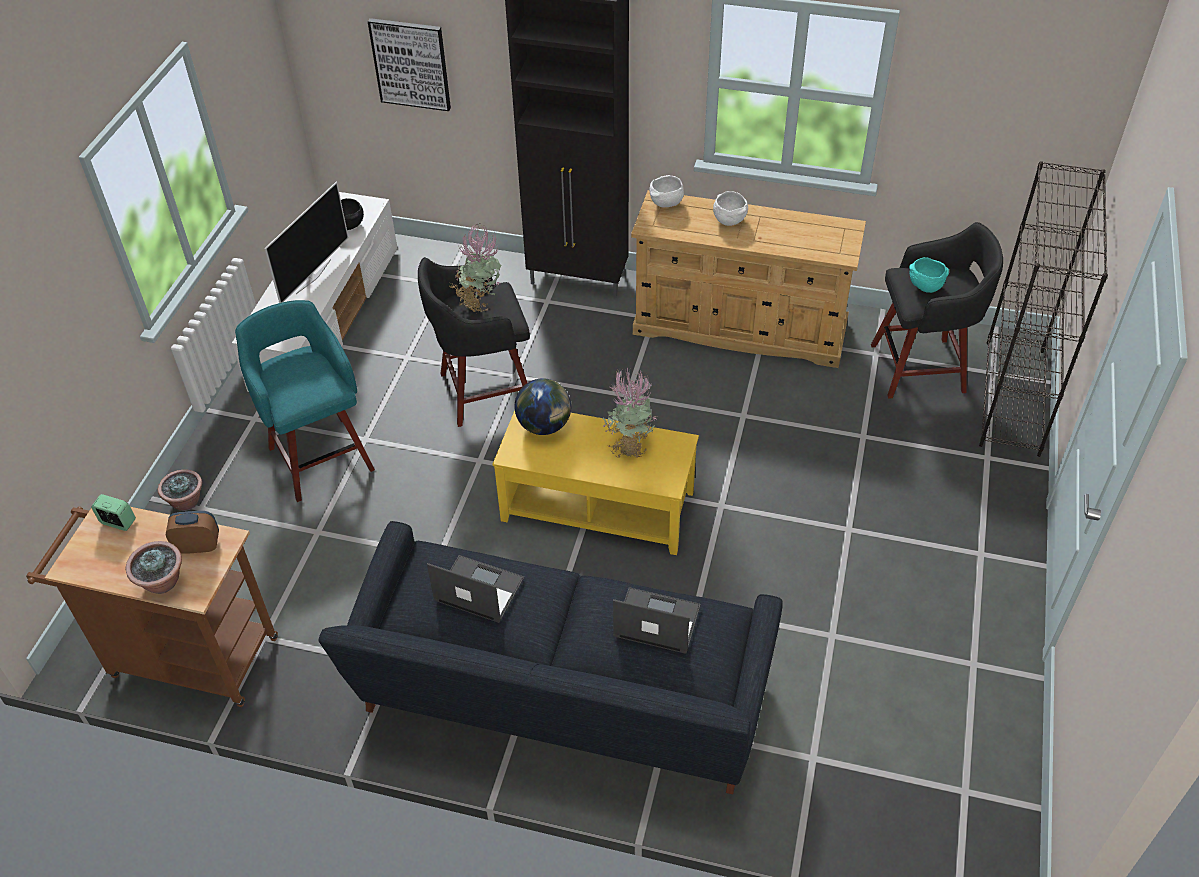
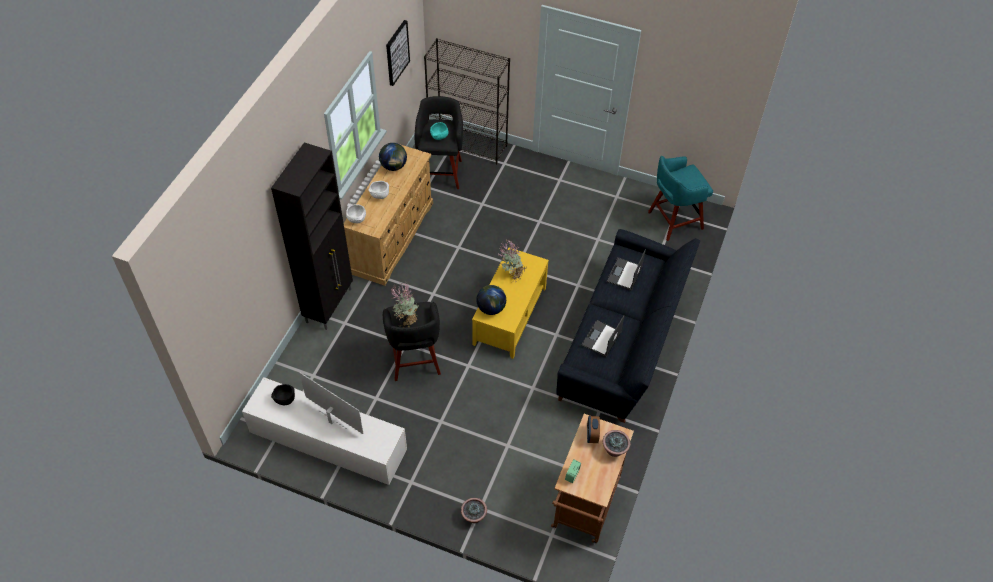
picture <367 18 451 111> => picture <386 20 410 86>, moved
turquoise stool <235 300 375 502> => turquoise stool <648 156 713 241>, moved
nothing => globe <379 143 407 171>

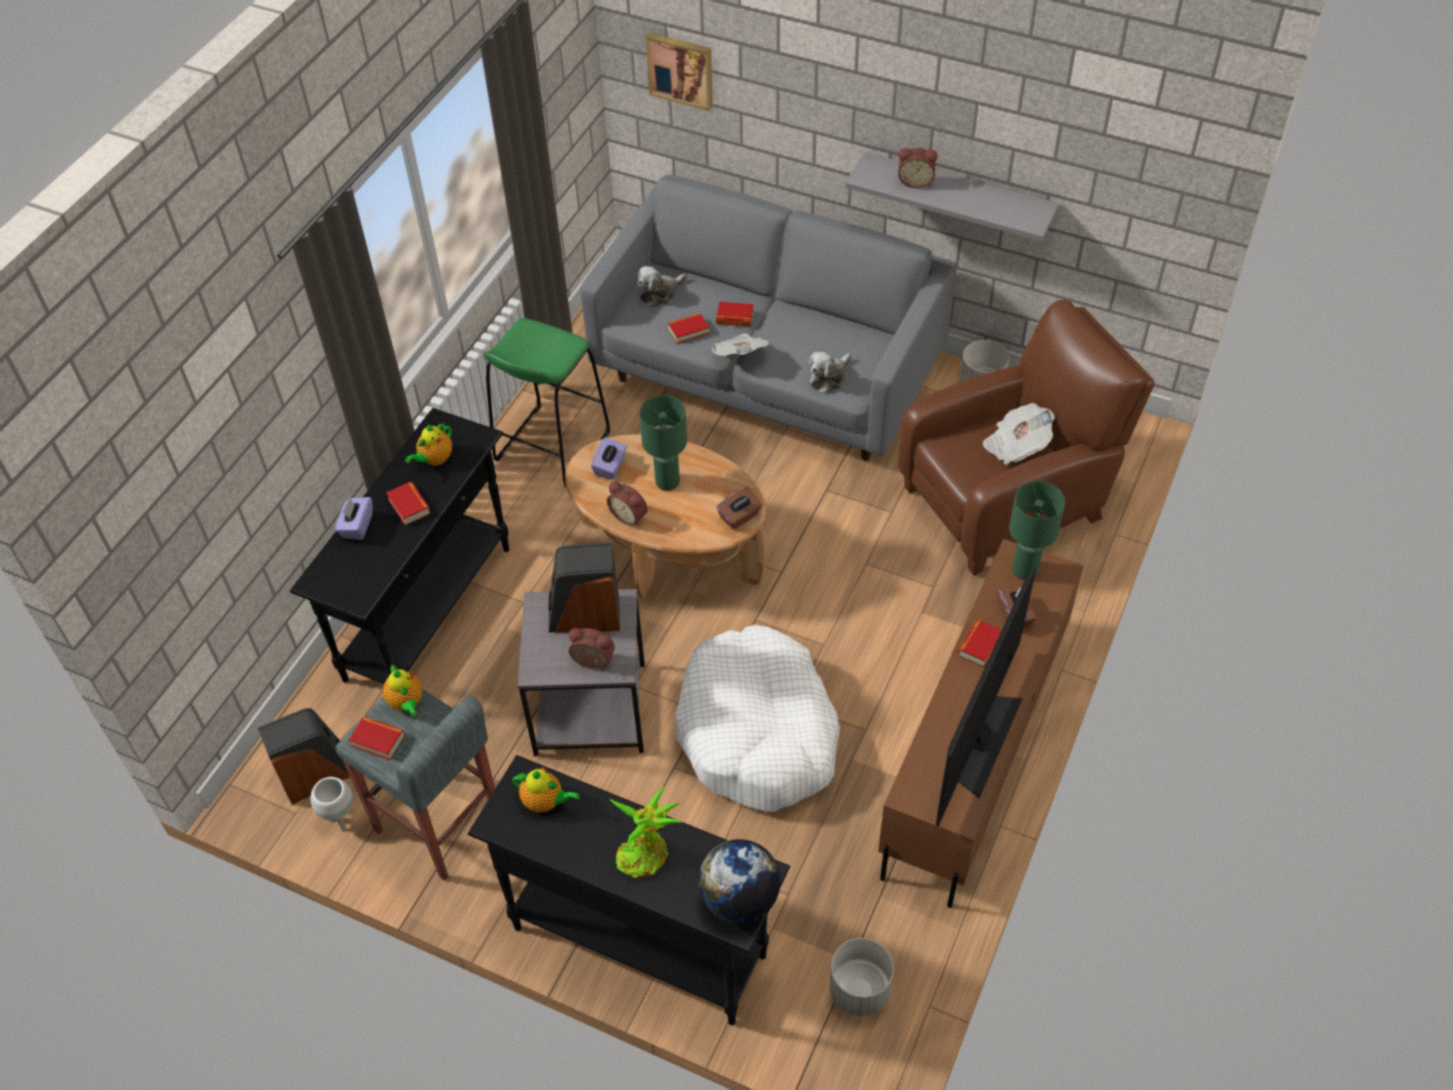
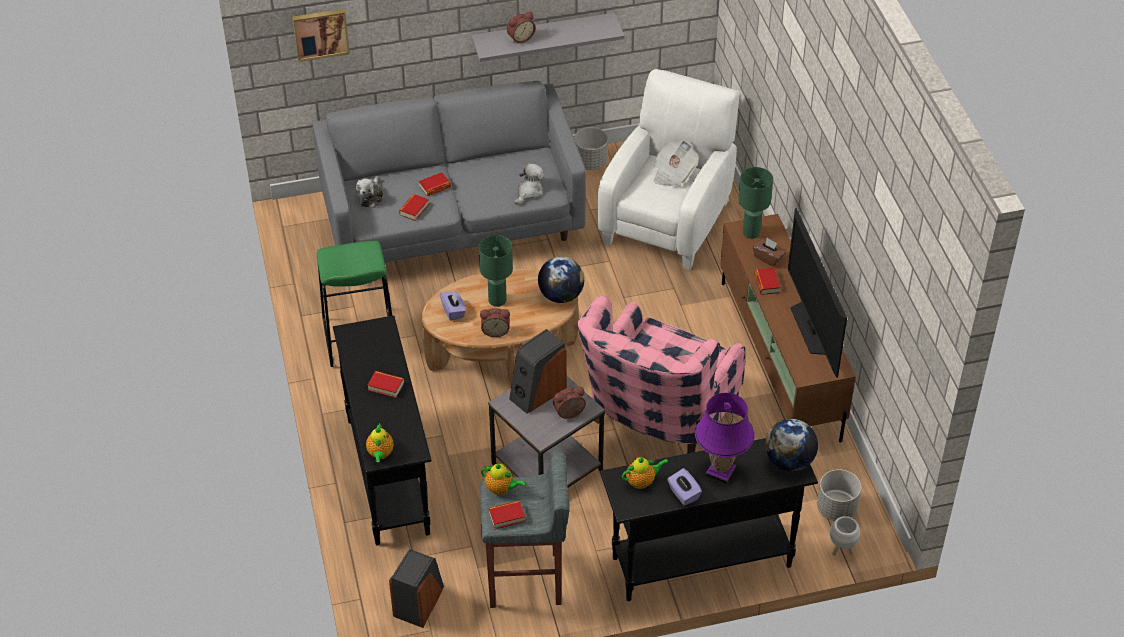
brown armchair <898 300 1155 575> => white armchair <598 69 740 270>
newspaper <712 333 769 356> => nothing
plush toy <809 352 852 394> => plush toy <515 163 544 205>, 150 degrees counterclockwise
teapot <405 423 452 466> => teapot <366 423 394 462>, moved
brown tissue box <717 487 762 530> => globe <538 257 584 303>
purple tissue box <335 497 373 540> => purple tissue box <667 468 702 506>, moved
white dog bed <675 625 840 812> => pink armchair <578 296 745 454>
white planter <311 777 353 831> => white planter <830 516 860 556>, moved
potted plant <610 786 682 878> => purple table lamp <695 393 754 484>

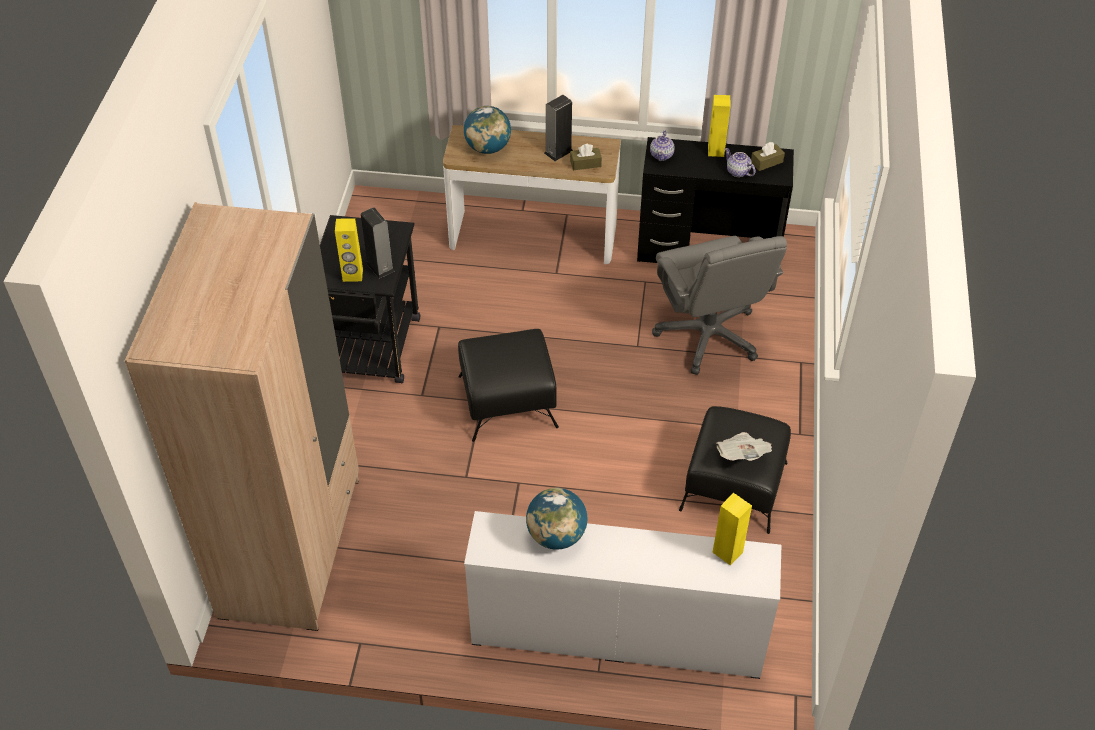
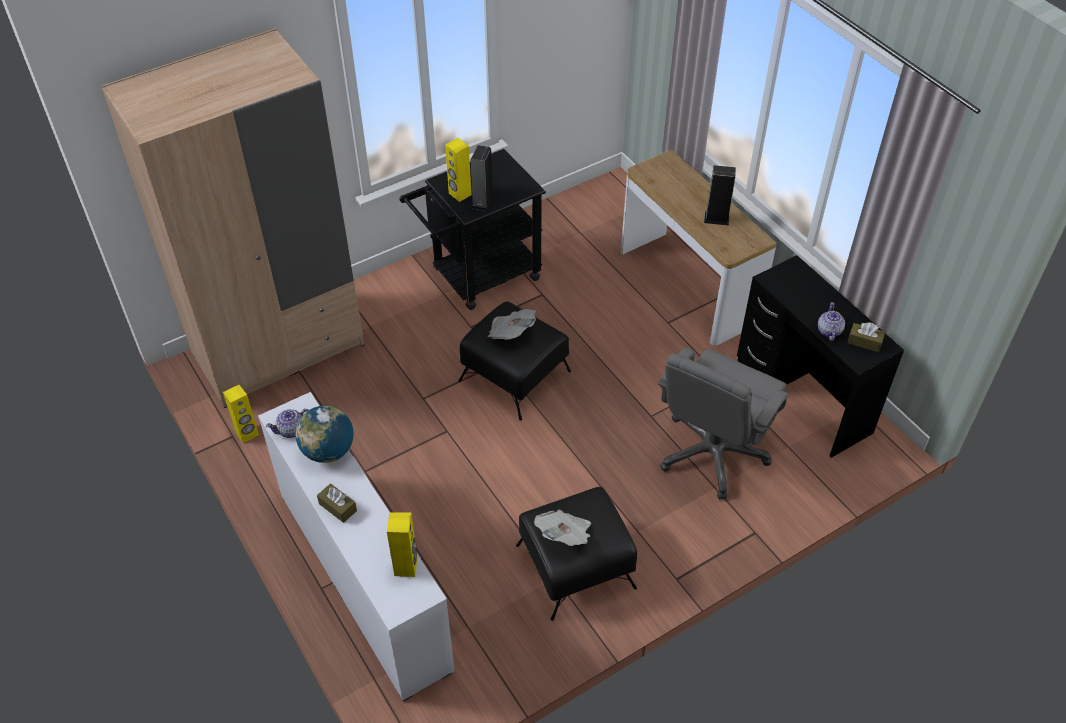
yellow speaker <708 95 730 157> => yellow speaker <223 385 259 443>, moved
globe <464 106 511 154> => nothing
teapot <650 131 674 161> => teapot <266 409 309 438>, moved
brown tissue box <570 144 602 170> => brown tissue box <317 484 357 523>, moved
nothing => newspaper <488 309 536 340>

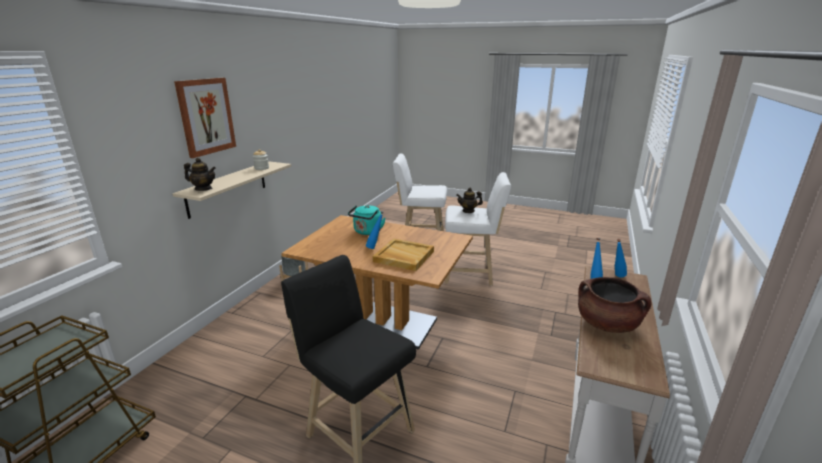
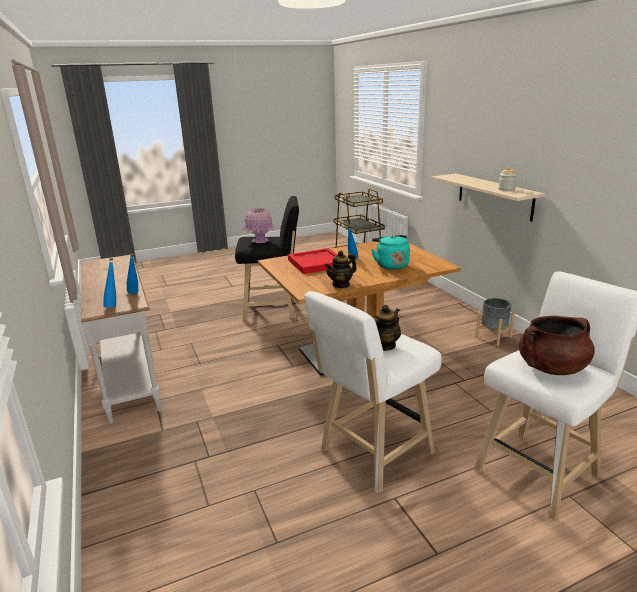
picture <174 78 236 158> => nothing
teapot <184 158 216 191> => teapot <325 251 357 288>, moved
beige tray <372 238 434 271> => red tray <288 248 338 274>
brown cooking pot <578 277 651 333> => brown cooking pot <519 316 595 375>, moved
nothing => pink vase <242 208 276 243>

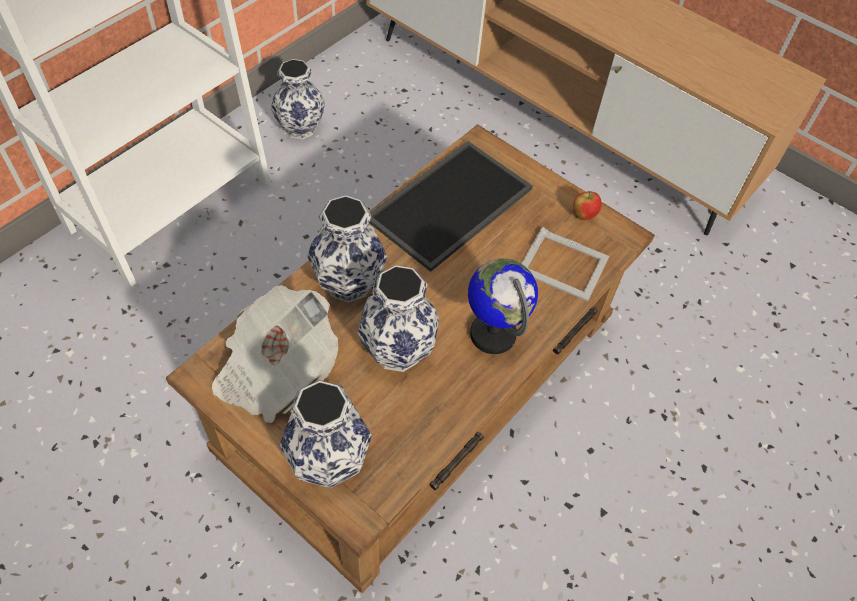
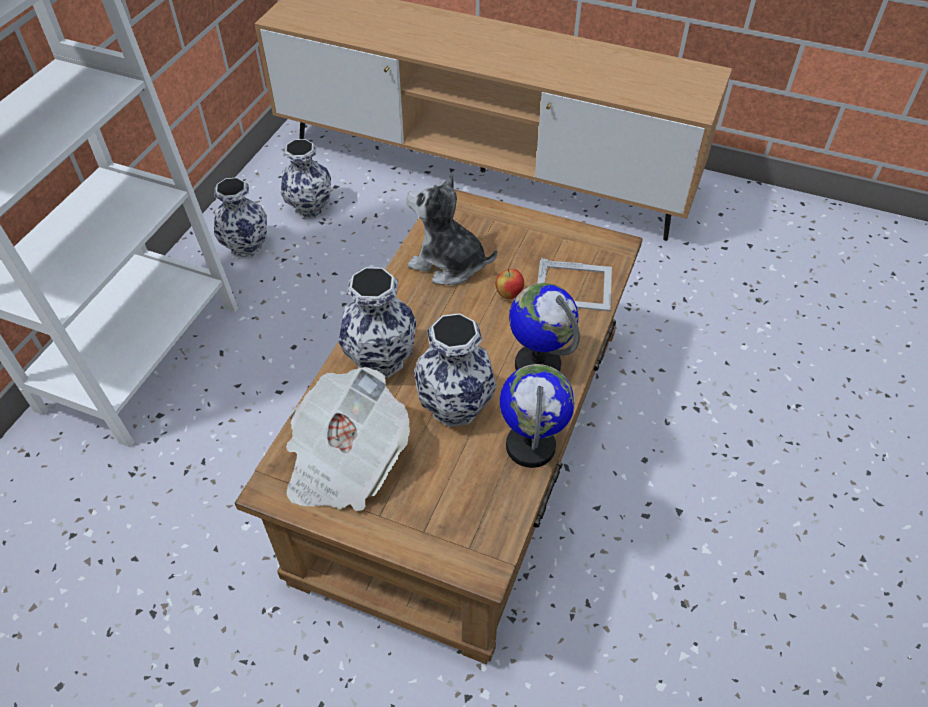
tray <369 141 533 272> => plush toy <406 174 497 285>
apple <573 191 602 220> => apple <496 269 524 300>, moved
vase <279 380 372 488> => vase <281 139 331 219>, moved
nothing => globe <500 364 575 468>

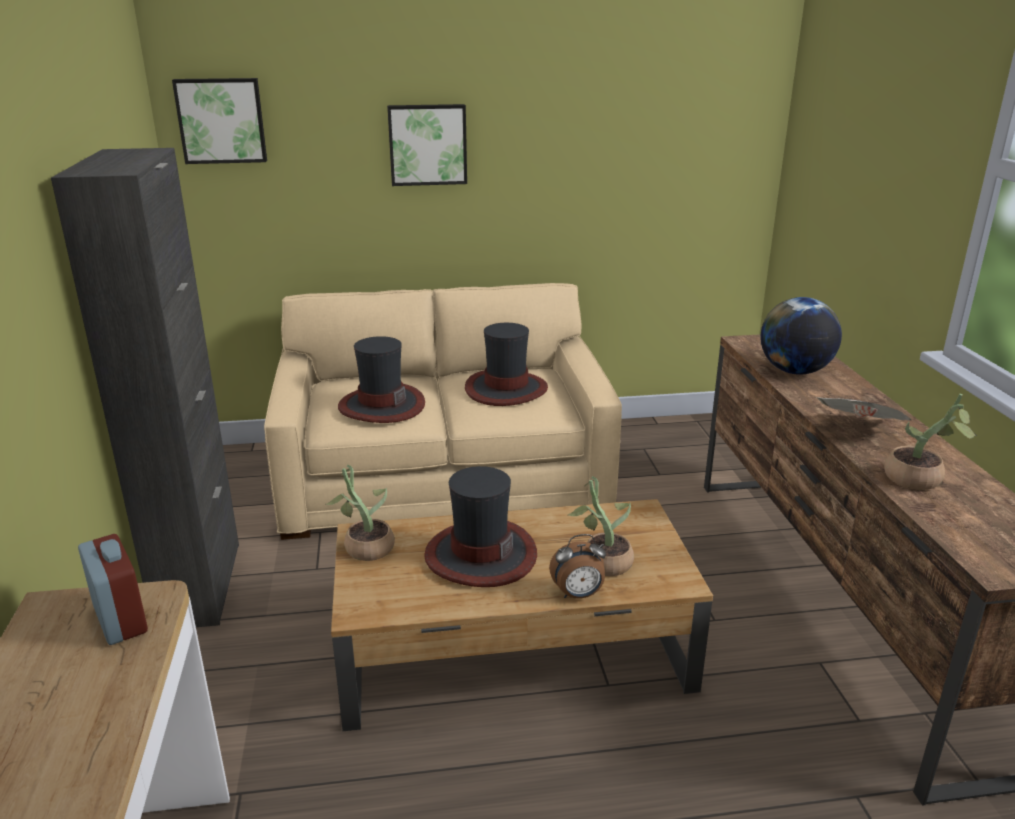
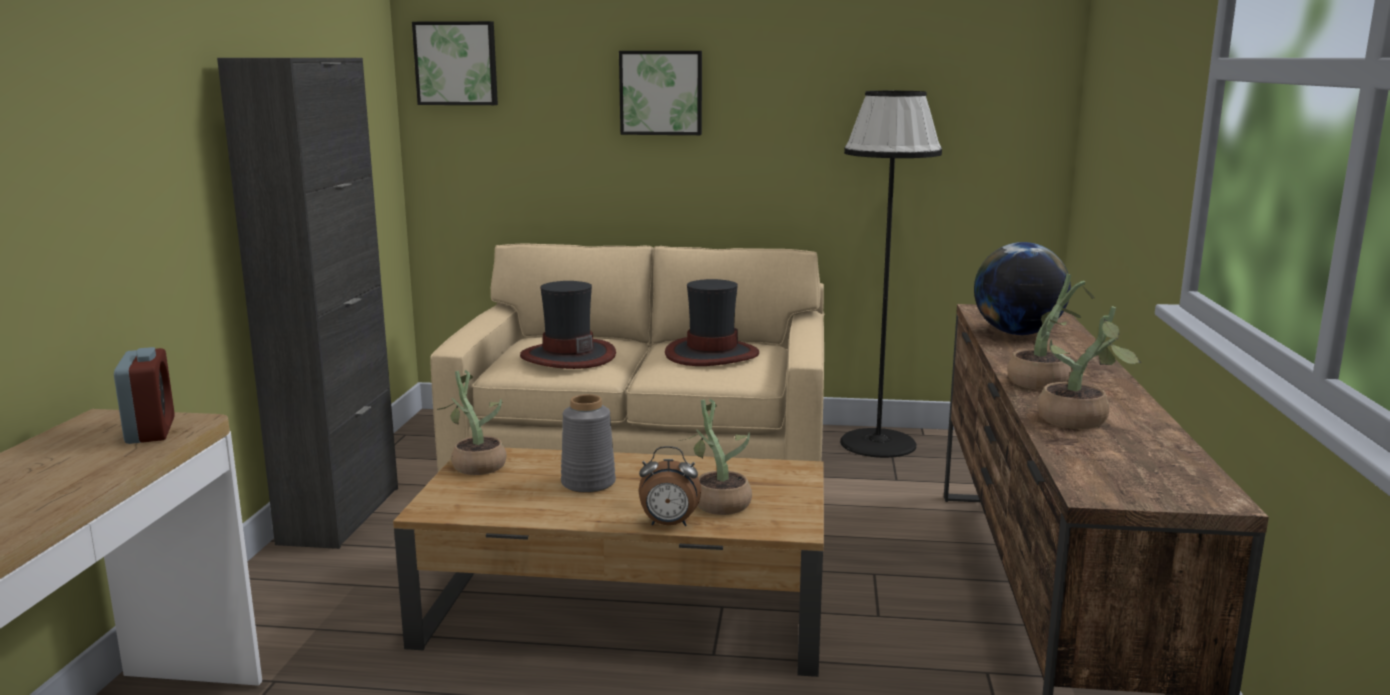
newspaper <816 397 912 421> => potted plant <1007 274 1095 390>
hat <424 466 537 587> => grey vase <561 394 616 493>
nothing => black floor lamp <840 91 942 458>

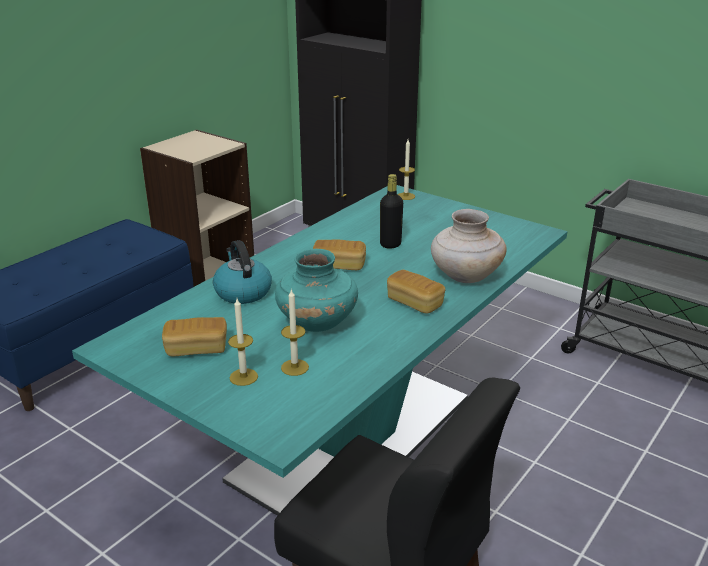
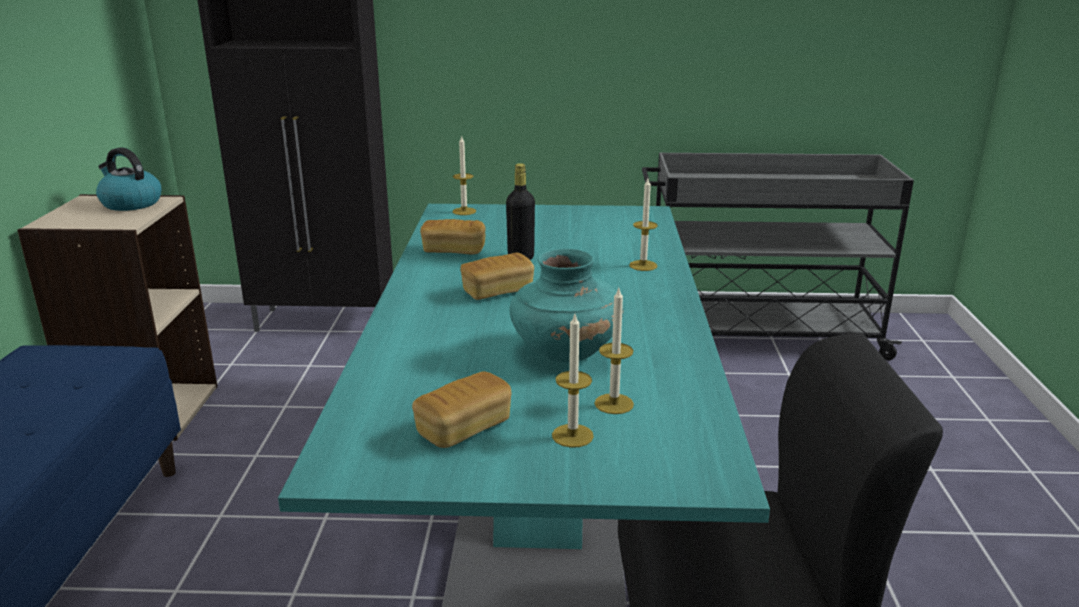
beige vase <431 209 507 283> => candle <629 179 658 271>
kettle <213 240 272 304> => kettle <96 147 161 211>, moved
bread <387 270 445 313> => bread <420 219 485 254>, moved

